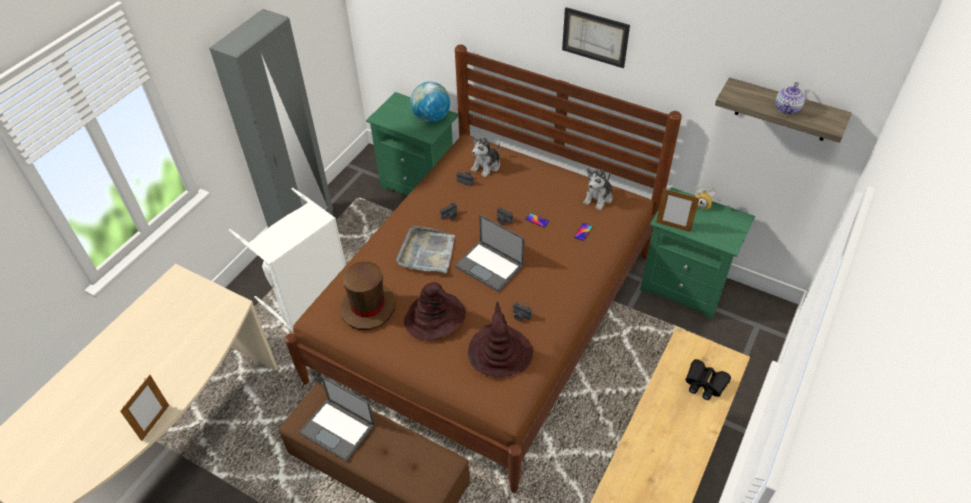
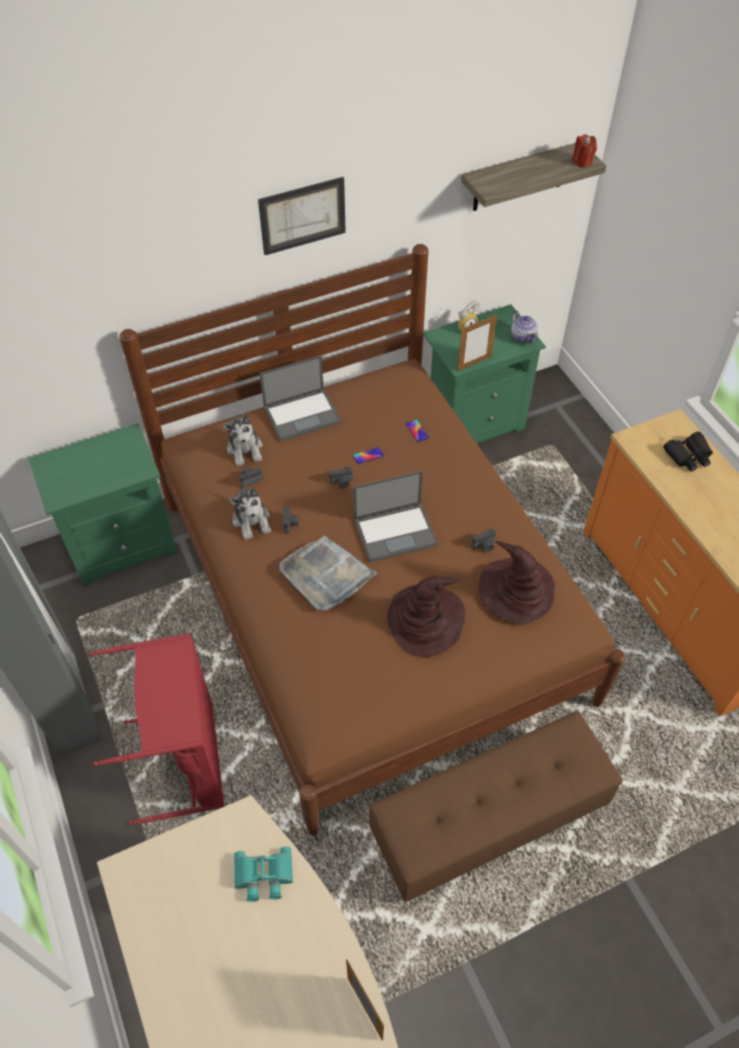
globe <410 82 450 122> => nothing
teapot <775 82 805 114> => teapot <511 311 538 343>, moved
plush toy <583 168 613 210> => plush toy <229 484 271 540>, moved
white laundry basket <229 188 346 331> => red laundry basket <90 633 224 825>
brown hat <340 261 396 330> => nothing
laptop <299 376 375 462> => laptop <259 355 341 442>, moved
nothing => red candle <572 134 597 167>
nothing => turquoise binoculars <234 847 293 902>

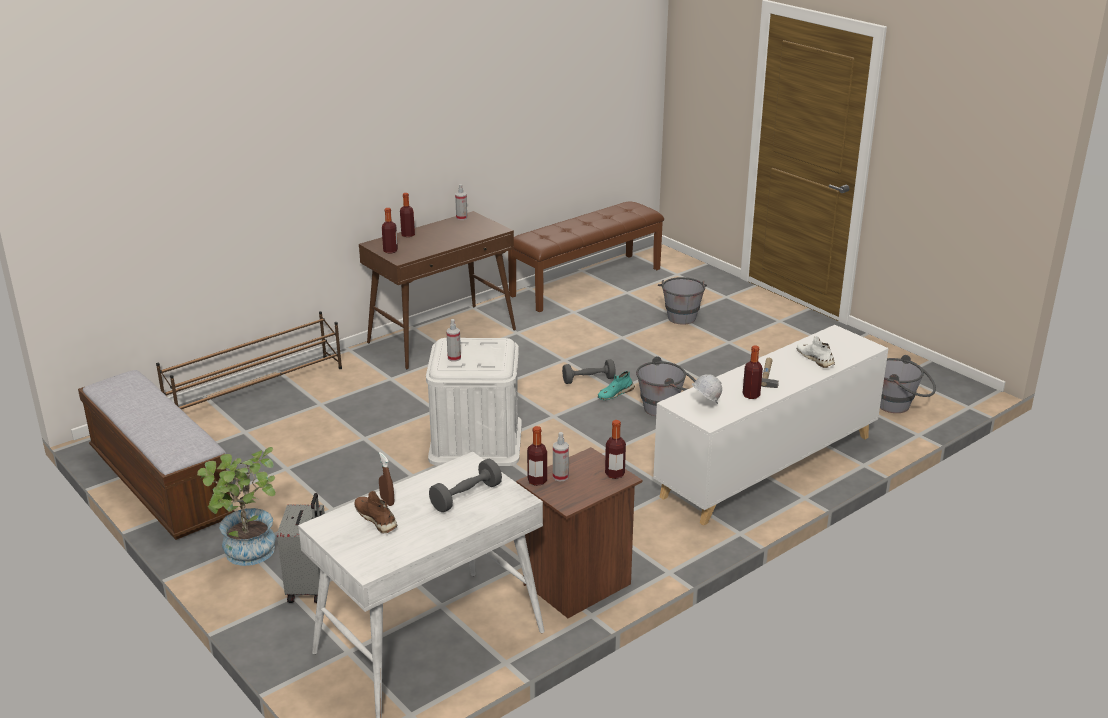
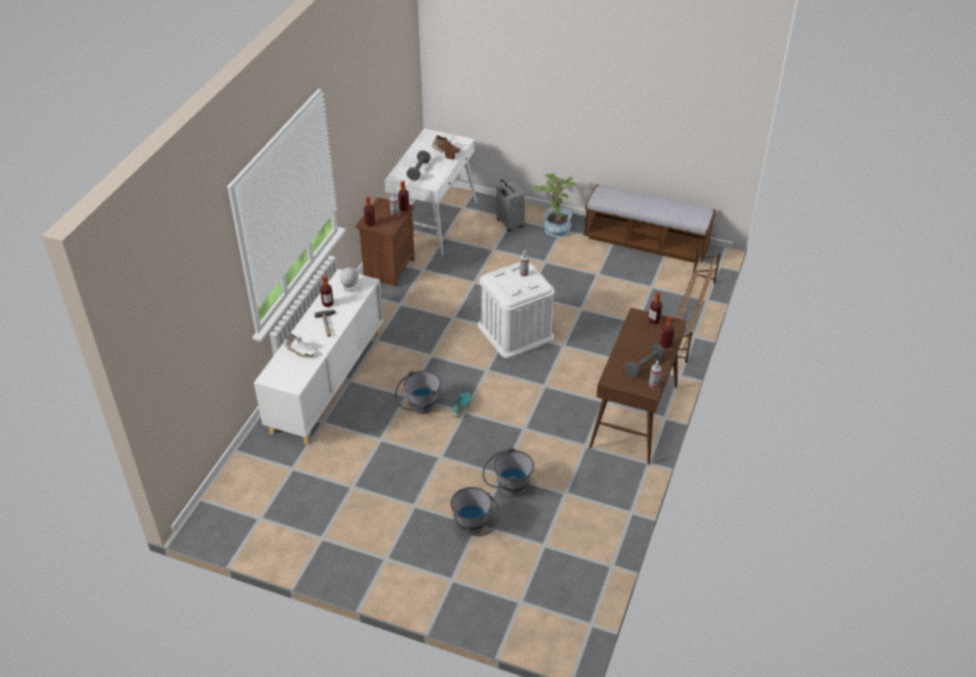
brown bench <508 201 664 312> => nothing
grey bucket <880 355 936 413> => grey bucket <482 447 534 497>, moved
grey dumbbell <562 359 616 384> => grey dumbbell <625 344 665 378>, moved

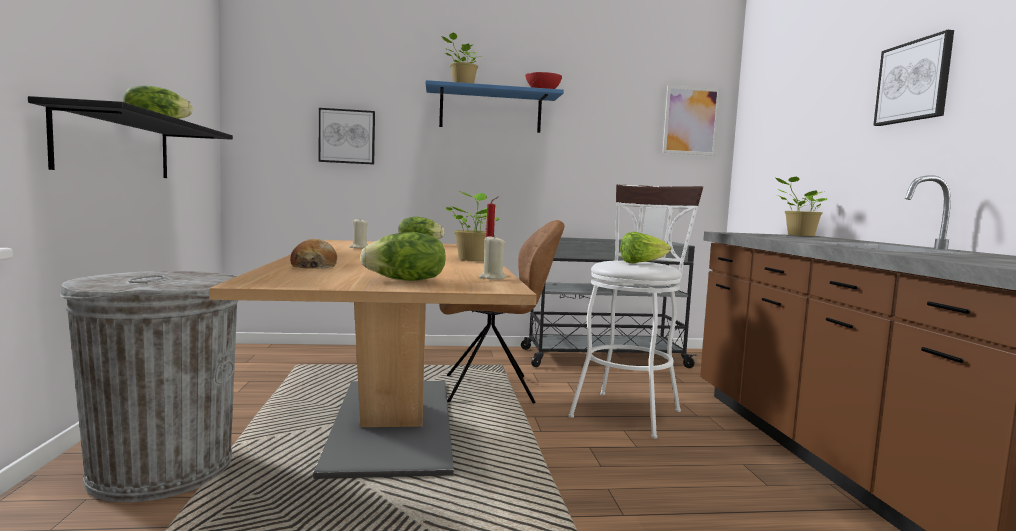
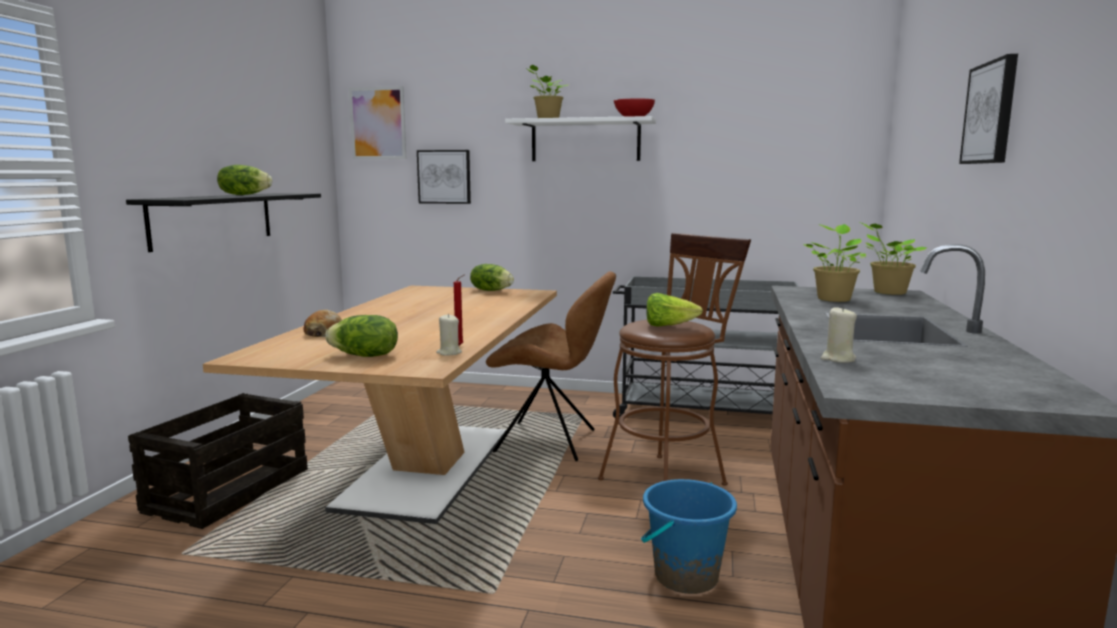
blue shelf <426 80 564 133> => white shelf <505 116 656 161>
picture <663 85 720 156> => picture <349 86 406 159>, moved
white stool <568 184 703 439> => brown stool <598 233 751 486>
potted plant <445 191 500 261> => potted plant <803 224 866 302>, moved
beige candle <349 219 368 248> => beige candle <821 306 857 363>, moved
grey trash can <60 271 238 502> => crate <128 393 308 529>
nothing => blue bucket <641 479 737 594>

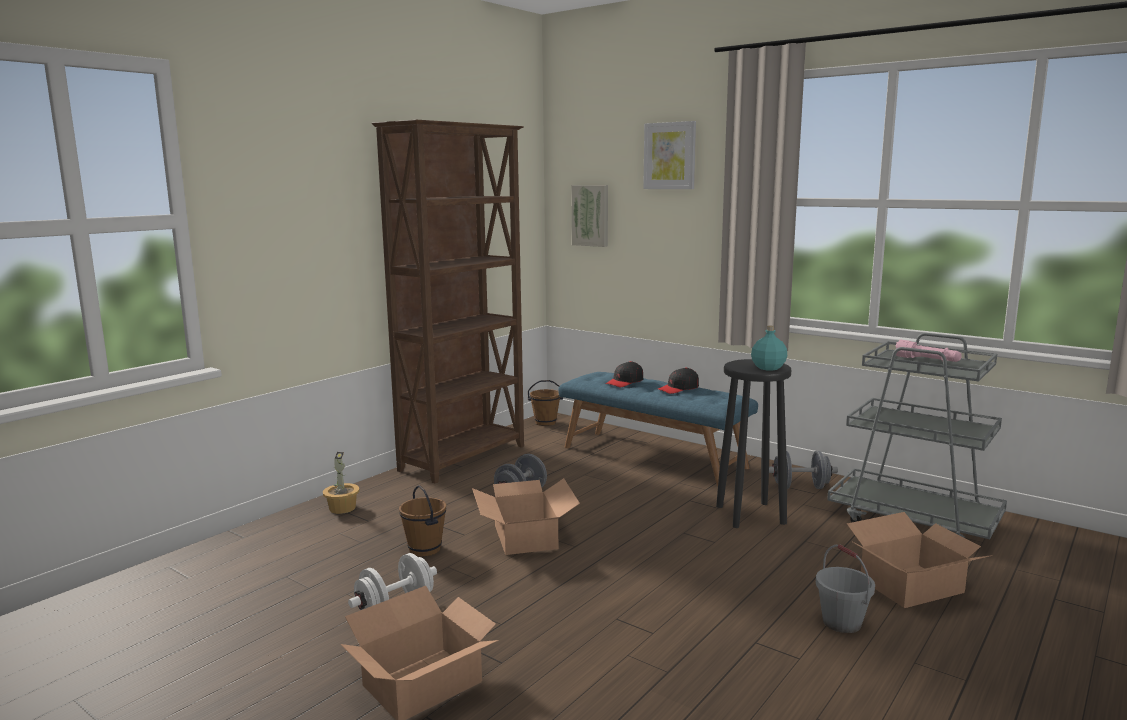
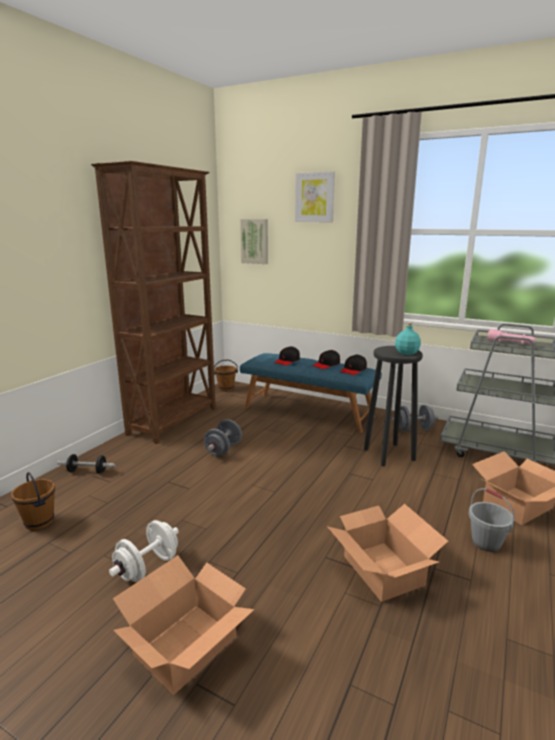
potted plant <323 452 360 514> => dumbbell <57 454 116 474>
cardboard box <472 478 580 555> => cardboard box <327 504 448 602>, moved
brown bucket <399 485 446 557> => brown bucket <11 472 55 530>, moved
nothing => black cap <340 354 367 375>

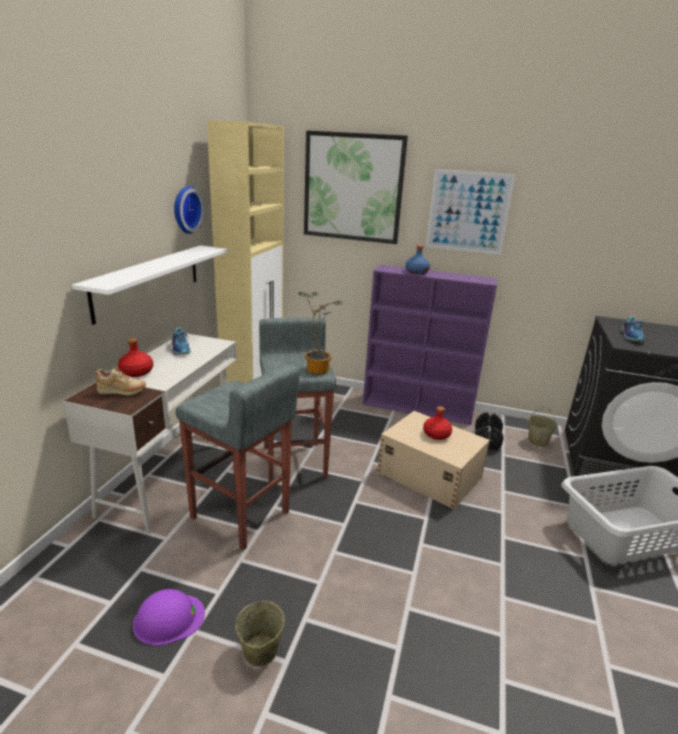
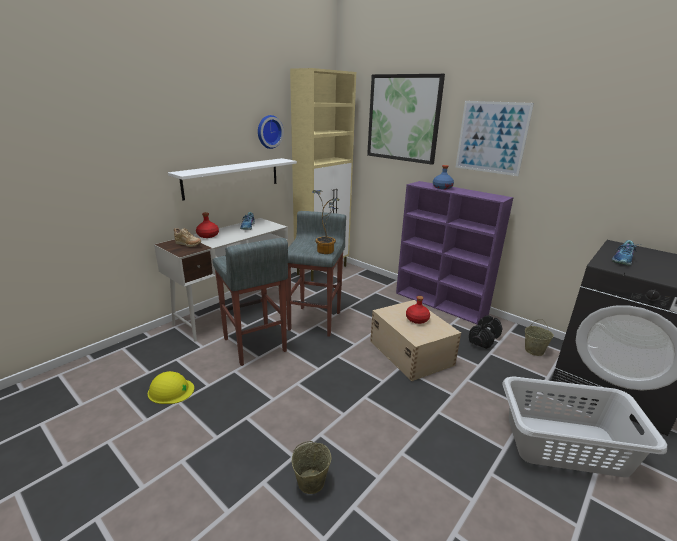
purple hard hat <133 589 205 646> => yellow hard hat <148 371 194 404>
beige bucket <235 601 285 667> => beige bucket <292 441 331 494>, moved

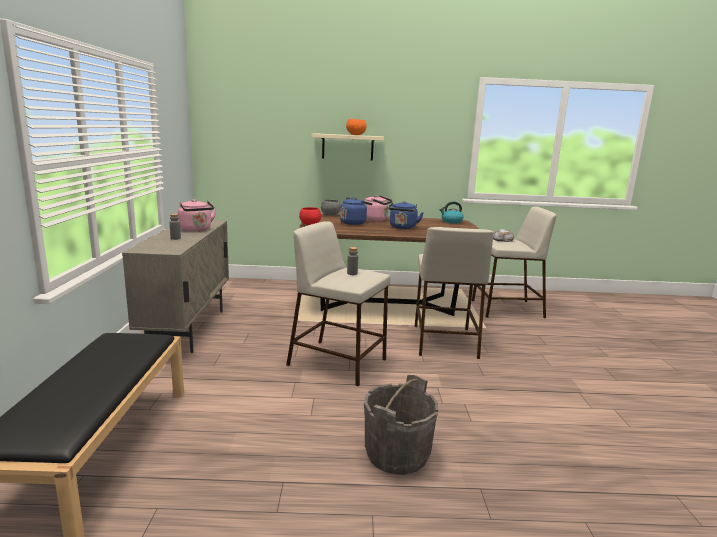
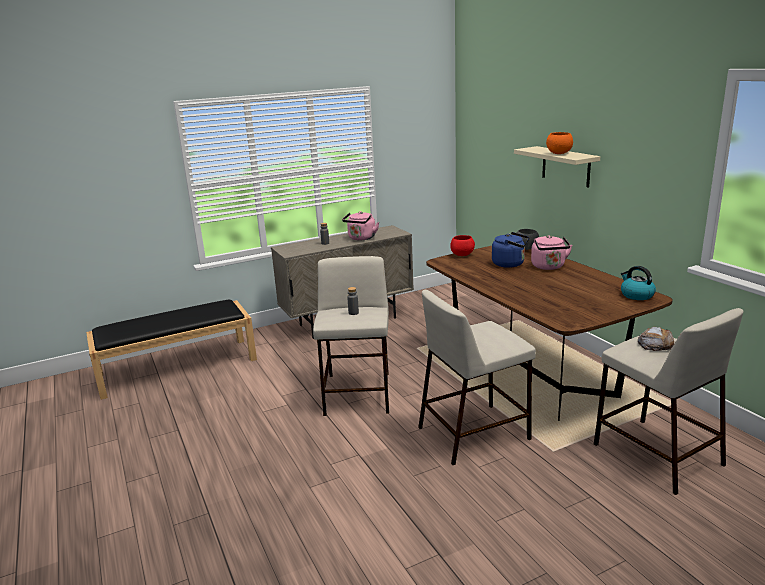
blue kettle <388 201 424 229> => nothing
grey bucket <364 375 438 475> => nothing

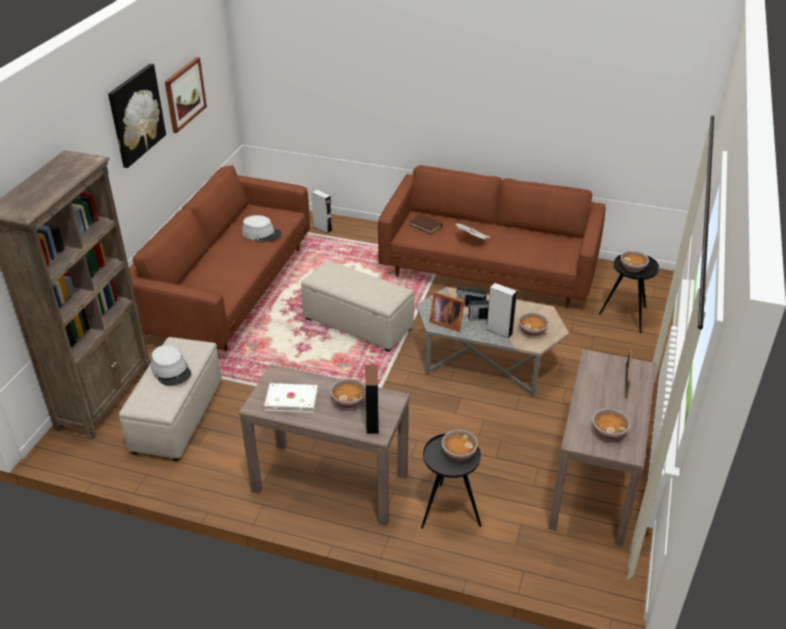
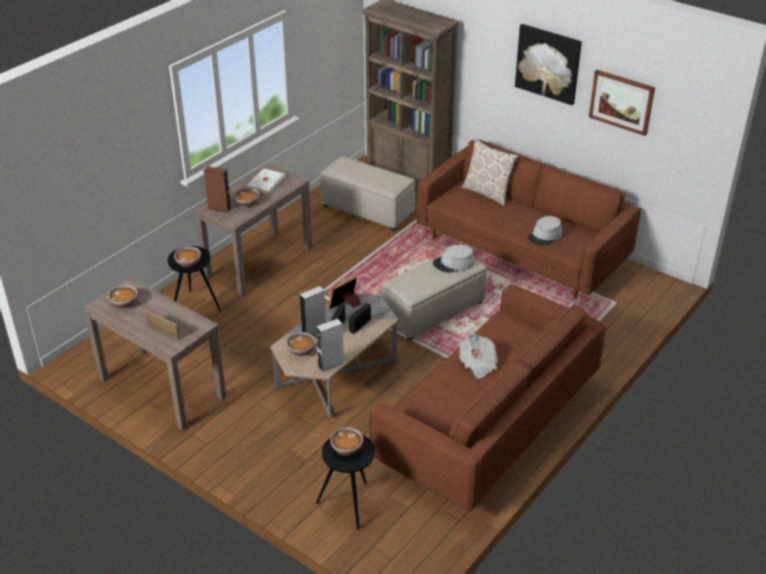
grey speaker <311 189 333 234> => grey speaker <316 318 344 372>, moved
brown book <409 214 443 234> => nothing
grey hat <151 345 191 385> => grey hat <433 245 475 273>, moved
nothing => pillow <461 138 518 206>

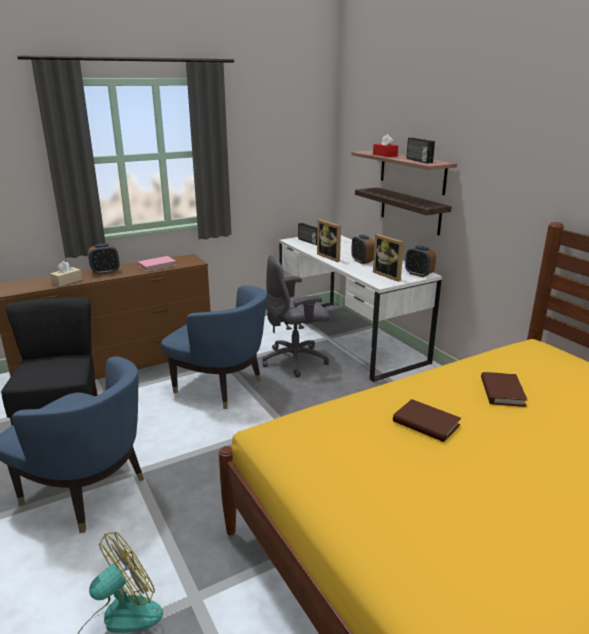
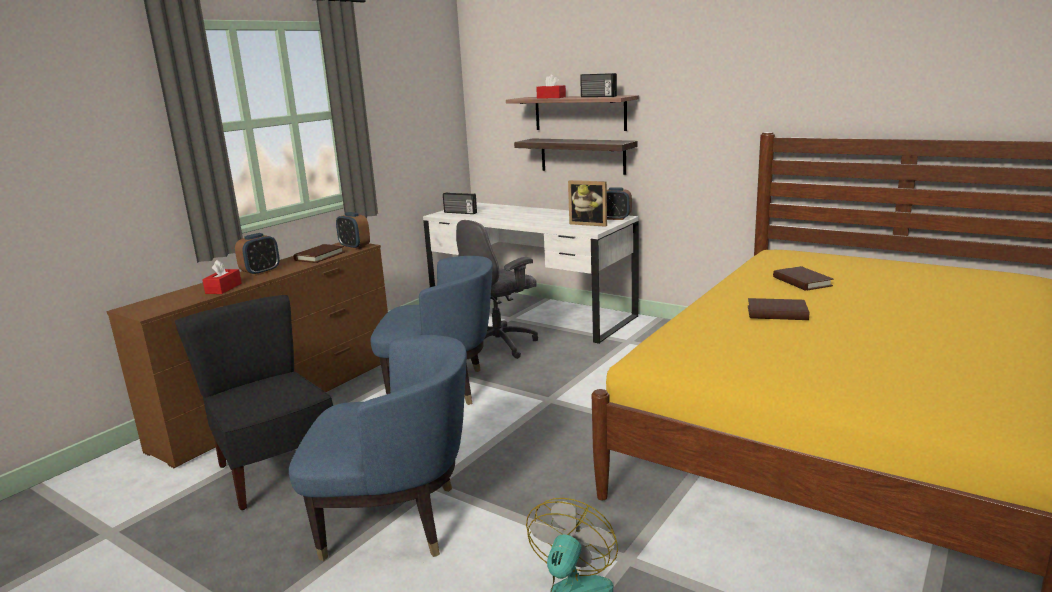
picture frame <317 219 341 262> => nothing
alarm clock <351 234 374 264> => alarm clock <336 212 370 250>, moved
pink book <137 256 177 272> => brown book <293 244 345 263>
beige tissue box <50 261 82 287> => red tissue box <202 260 242 294>

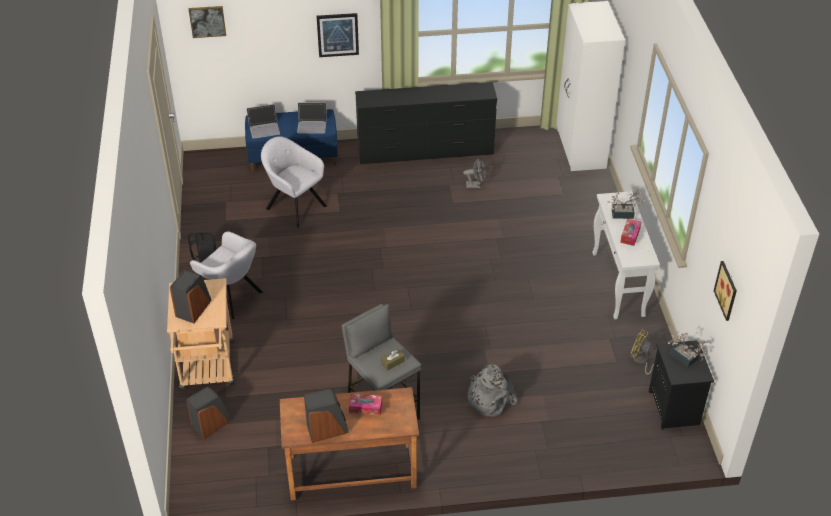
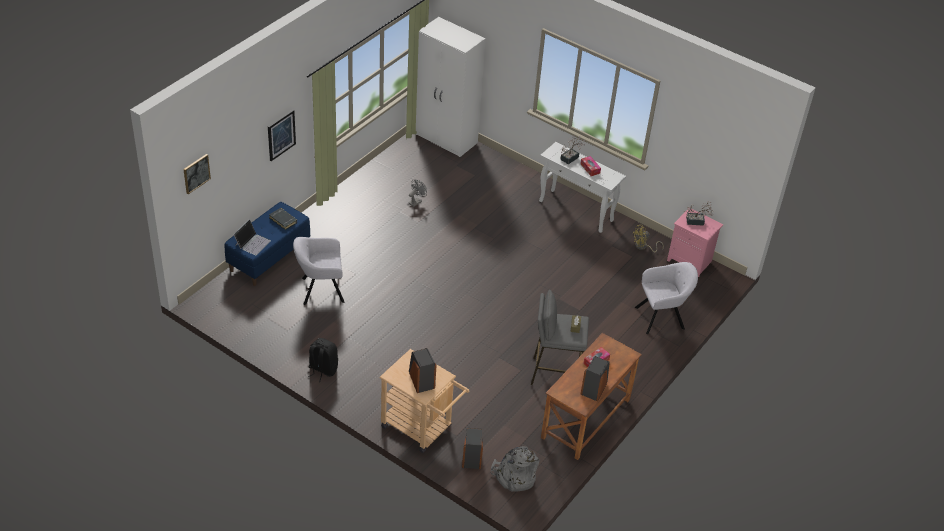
black dresser <355 82 497 164> => nothing
laptop <297 102 327 134> => black book <269 208 297 230>
grey armchair <190 231 263 319> => grey armchair <635 262 698 334>, moved
picture <714 261 737 321> => nothing
black nightstand <649 340 714 430> => pink nightstand <667 209 723 277>
grey backpack <467 364 517 417> => grey backpack <491 446 540 492>, moved

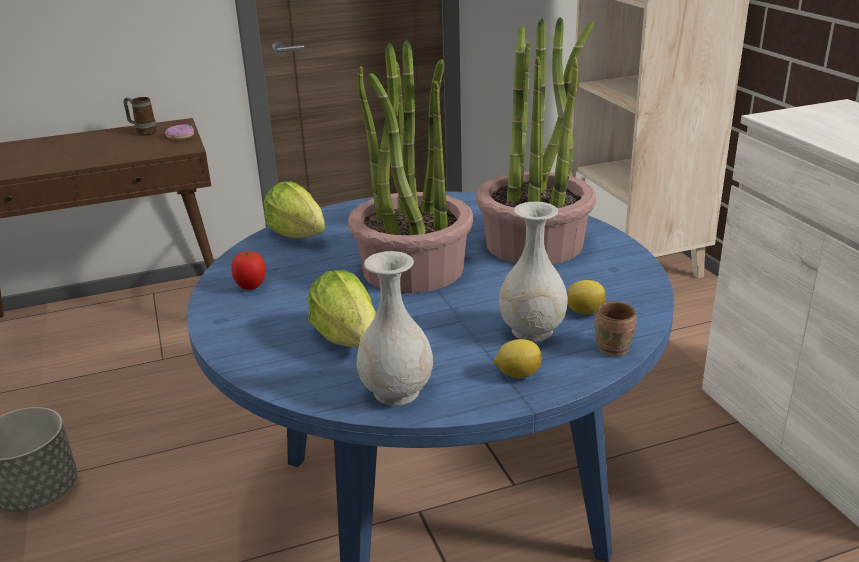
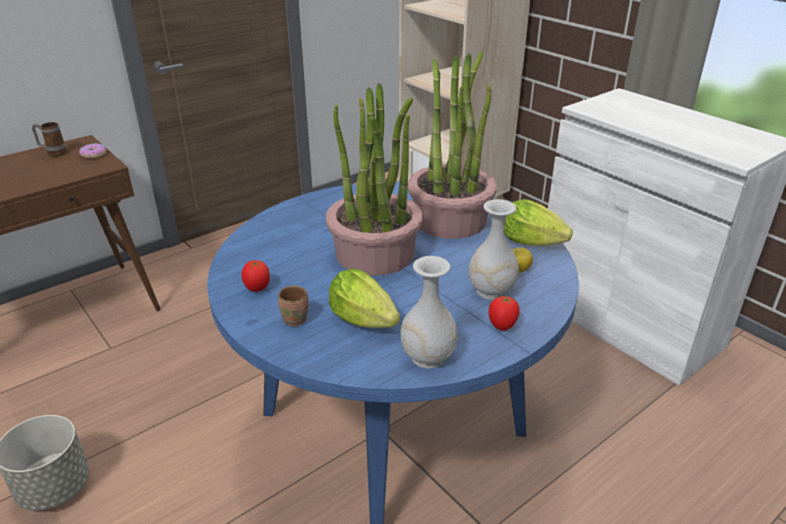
lettuce <264 181 325 238> => lettuce <505 199 573 246>, moved
brown mug <594 301 636 356> => brown mug <278 285 309 326>, moved
lemon <494 339 542 378> => tomato <488 296 519 331>

